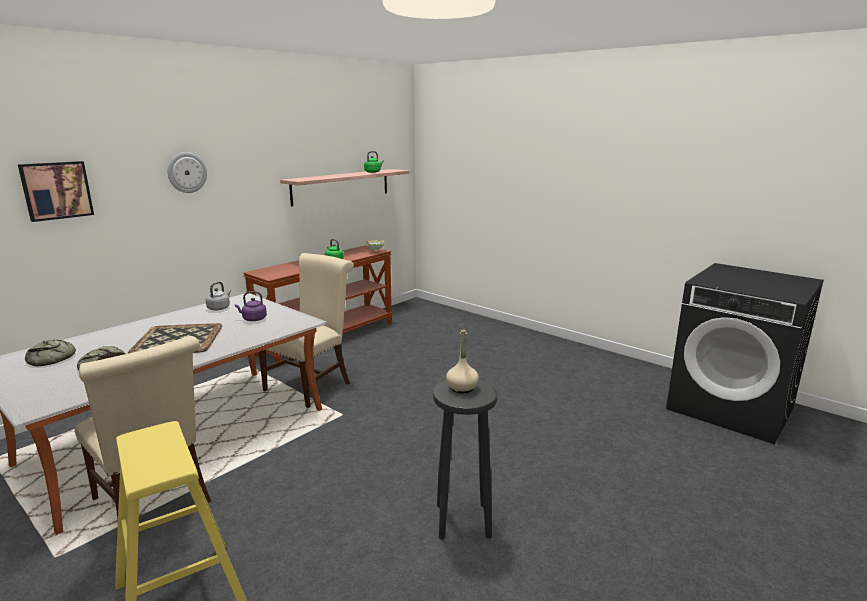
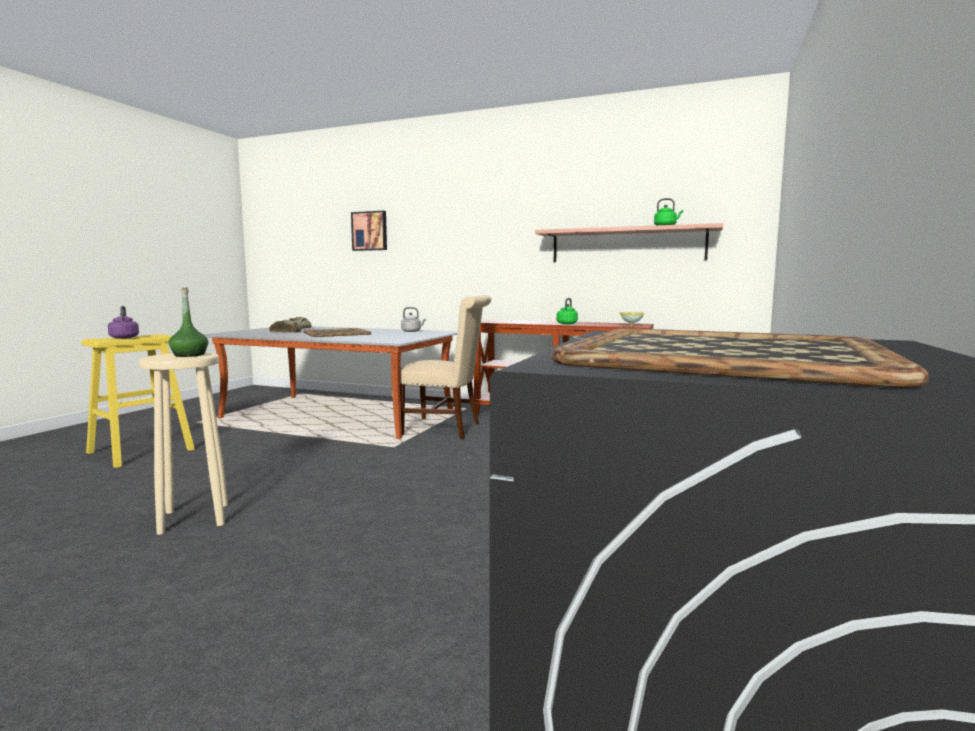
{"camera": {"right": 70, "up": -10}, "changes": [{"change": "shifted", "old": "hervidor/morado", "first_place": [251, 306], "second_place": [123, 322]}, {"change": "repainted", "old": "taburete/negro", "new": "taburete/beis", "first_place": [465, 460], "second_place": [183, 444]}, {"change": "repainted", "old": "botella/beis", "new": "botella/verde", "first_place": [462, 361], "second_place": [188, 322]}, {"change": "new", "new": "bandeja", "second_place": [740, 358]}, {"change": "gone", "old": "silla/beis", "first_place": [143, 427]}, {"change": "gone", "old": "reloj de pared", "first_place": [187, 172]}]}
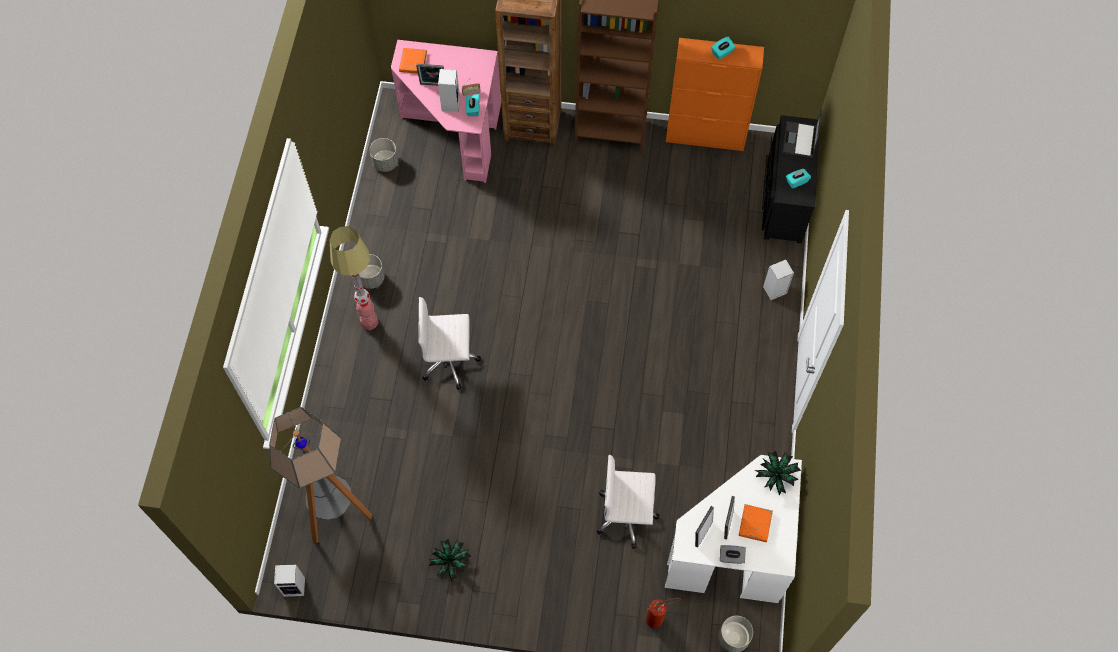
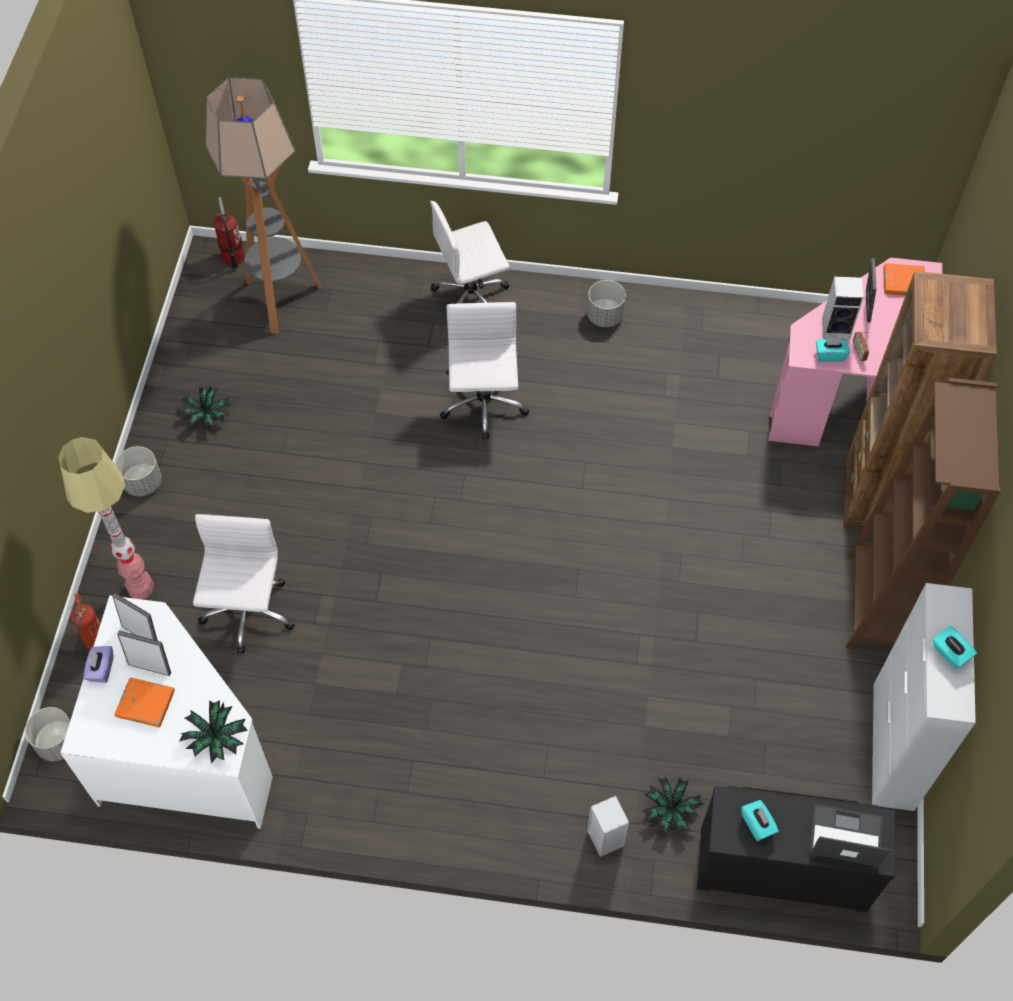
{"camera": {"right": 90, "up": -5}, "changes": [{"change": "shifted", "old": "lámpara de pie", "first_place": [354, 278], "second_place": [106, 518]}, {"change": "repainted", "old": "caja de pañuelos/gris", "new": "caja de pañuelos/morado", "first_place": [733, 554], "second_place": [98, 664]}, {"change": "shifted", "old": "maceta/gris", "first_place": [383, 155], "second_place": [138, 471]}, {"change": "new", "new": "extintor", "second_place": [229, 233]}, {"change": "new", "new": "silla de oficina/blanco", "second_place": [470, 252]}, {"change": "new", "new": "planta en maceta", "second_place": [673, 806]}, {"change": "repainted", "old": "armario/naranja", "new": "armario/blanco", "first_place": [715, 94], "second_place": [924, 697]}, {"change": "gone", "old": "altavoz", "first_place": [289, 581]}]}
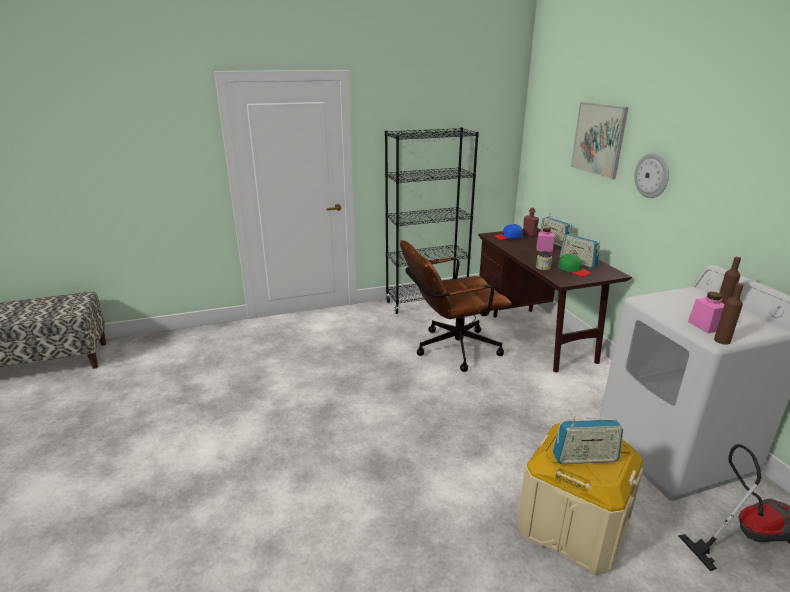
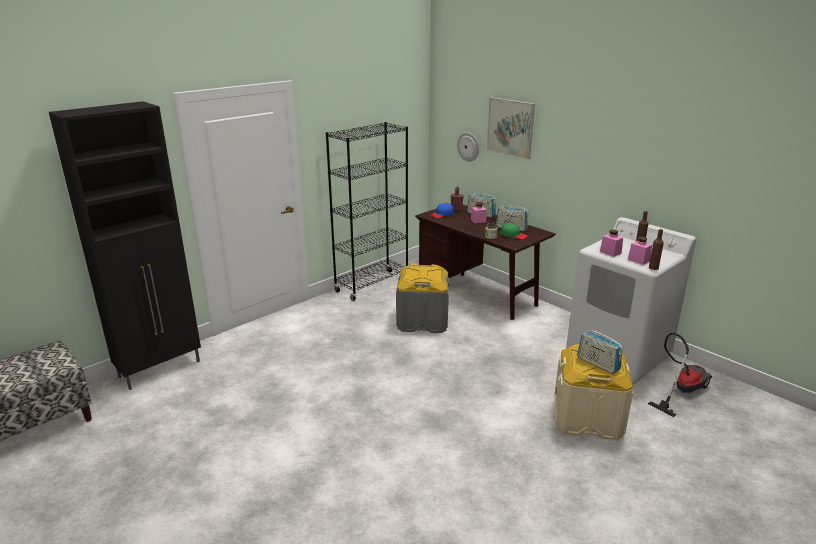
{"camera": {"right": -25, "up": 0}, "changes": [{"change": "new", "new": "armario/negro", "second_place": [125, 245]}, {"change": "swapped", "old": "silla de oficina/marrón", "new": "caja de almacenaje/gris", "first_place": [455, 306], "second_place": [422, 298]}, {"change": "shifted", "old": "reloj de pared", "first_place": [652, 175], "second_place": [468, 147]}, {"change": "rotated", "old": "radio", "first_place": [588, 440], "second_place": [600, 351], "degrees": 75}, {"change": "new", "new": "tarro/rosa", "second_place": [611, 243]}]}
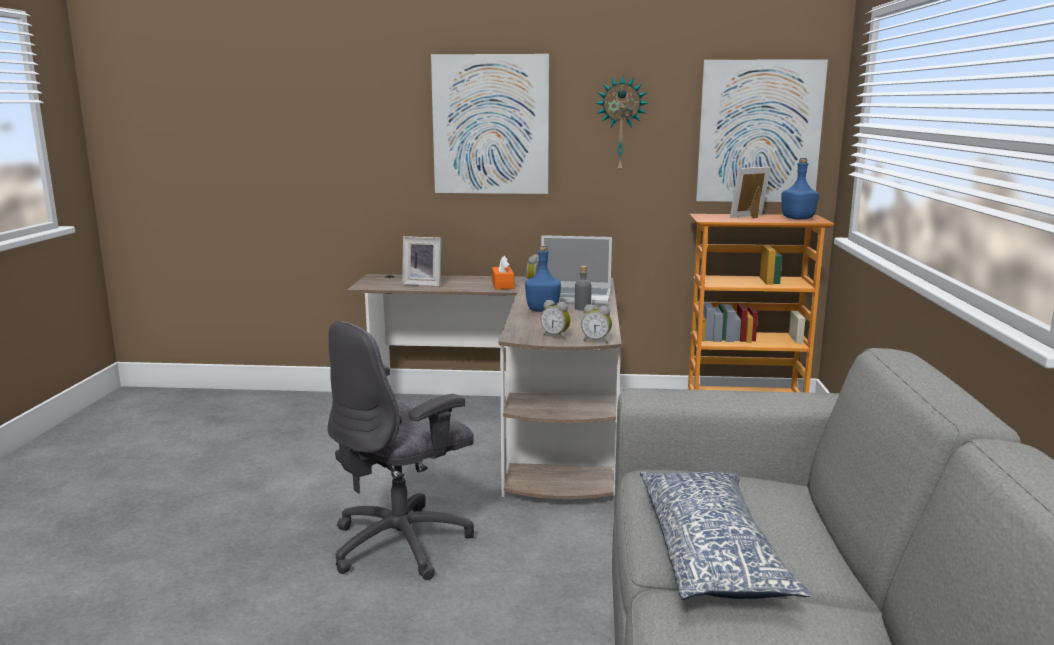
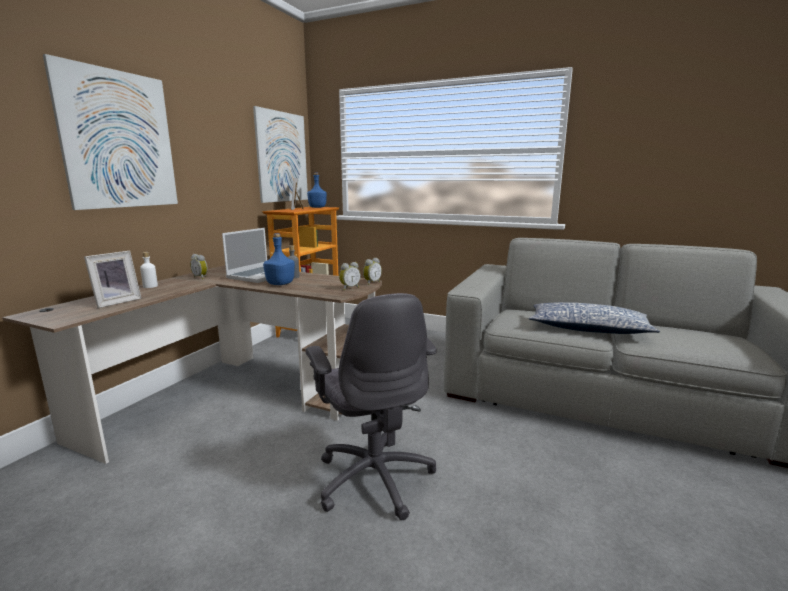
{"camera": {"right": -70, "up": 0}, "changes": [{"change": "new", "new": "botella/blanco", "second_place": [149, 270]}, {"change": "gone", "old": "caja de pañuelos/naranja", "first_place": [503, 273]}, {"change": "gone", "old": "reloj de pared", "first_place": [622, 125]}]}
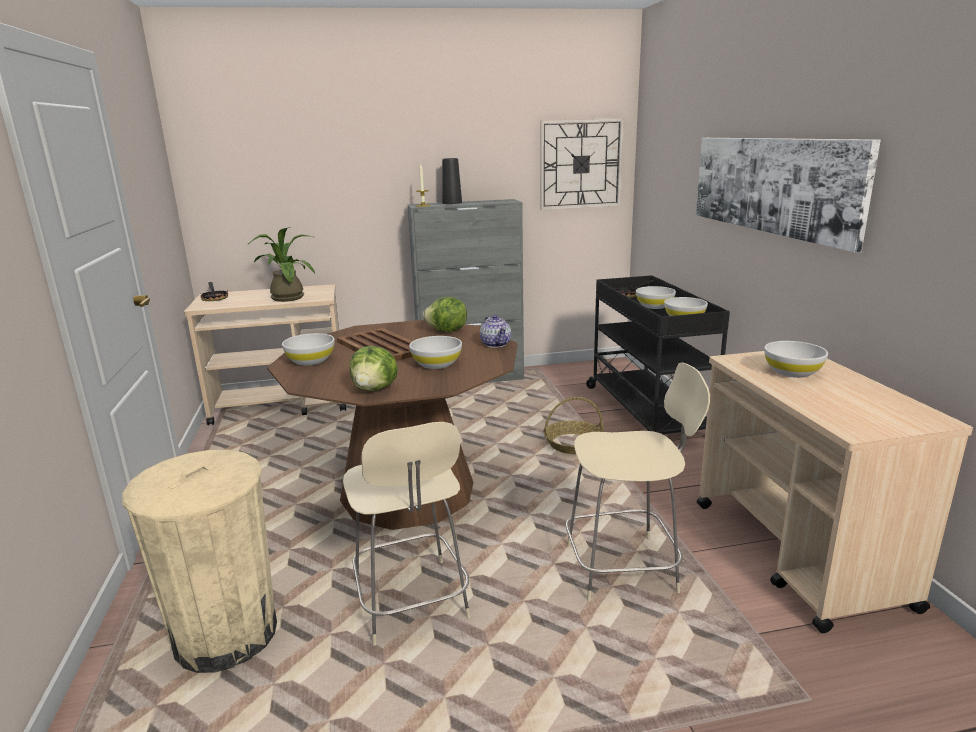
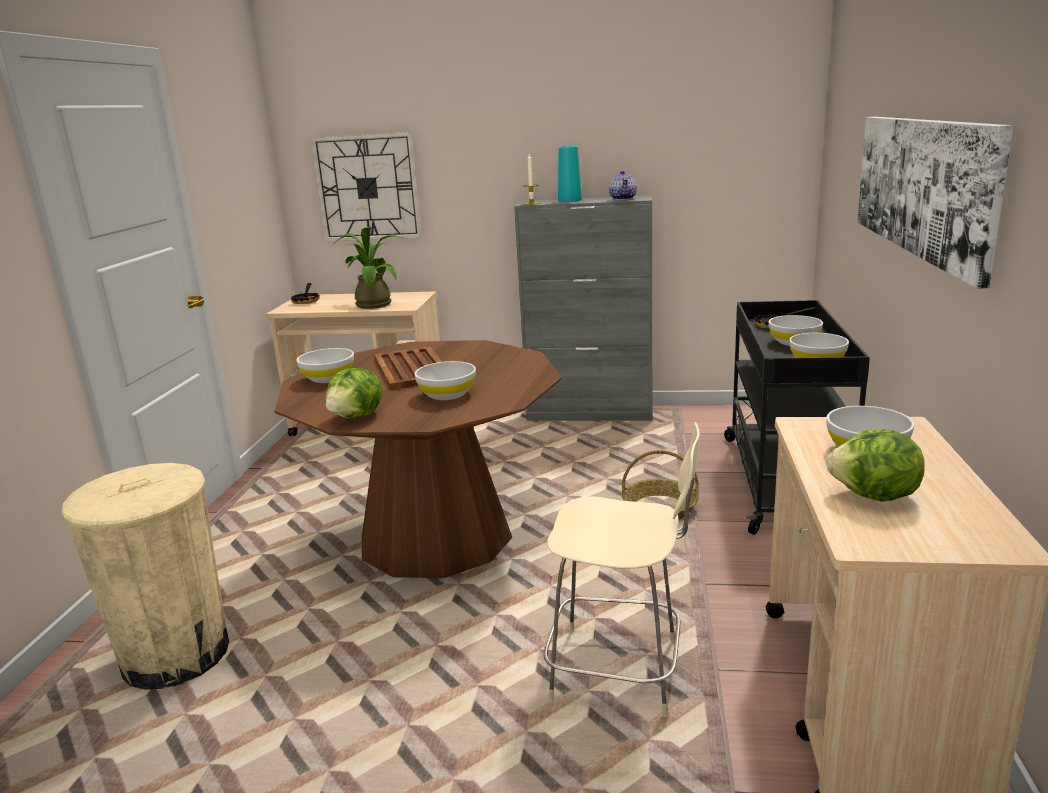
{"camera": {"right": 20, "up": 0}, "changes": [{"change": "shifted", "old": "reloj de pared", "first_place": [582, 164], "second_place": [366, 186]}, {"change": "repainted", "old": "florero/negro", "new": "florero/turquesa", "first_place": [452, 181], "second_place": [570, 174]}, {"change": "shifted", "old": "tetera", "first_place": [495, 331], "second_place": [623, 185]}, {"change": "shifted", "old": "lechuga", "first_place": [445, 314], "second_place": [875, 465]}, {"change": "gone", "old": "silla/beis", "first_place": [407, 534]}]}
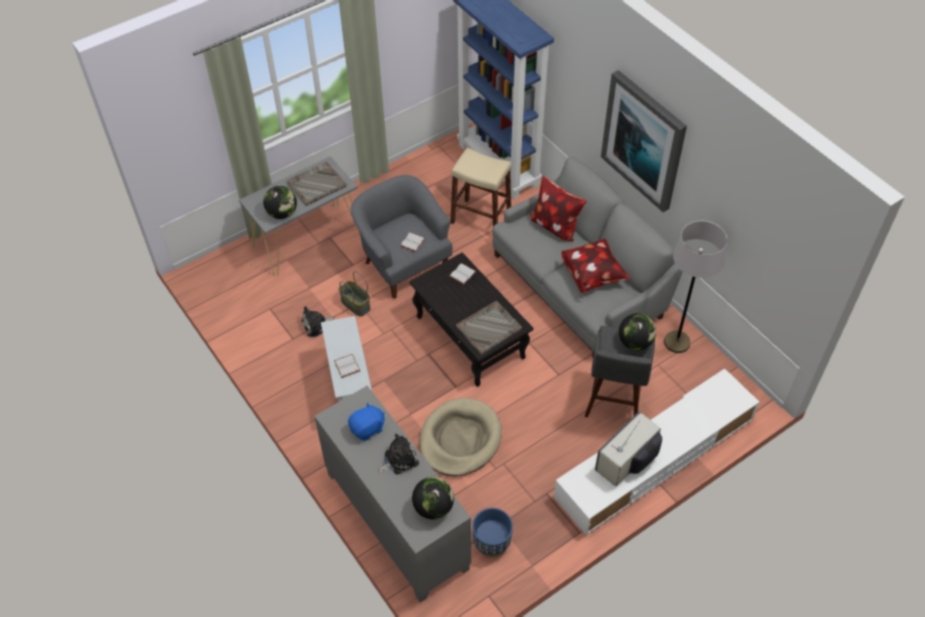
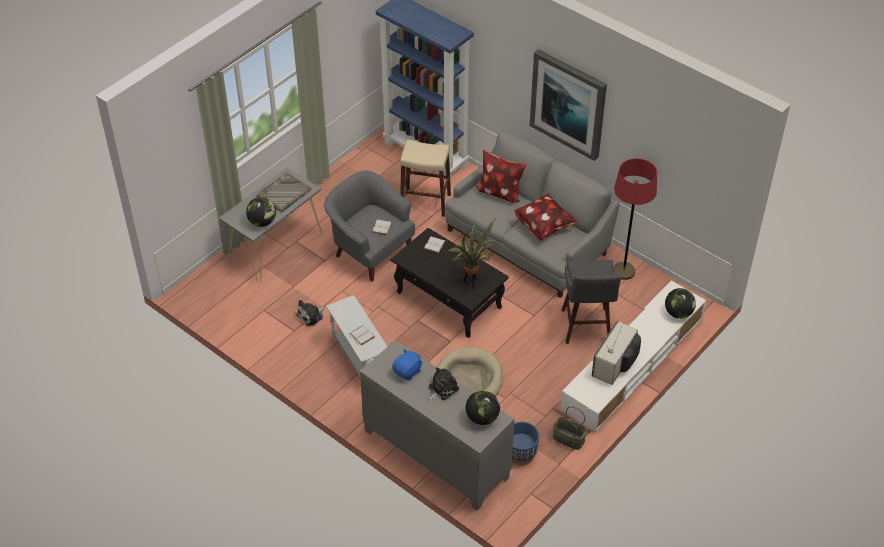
{"camera": {"right": -15, "up": -5}, "changes": [{"change": "swapped", "old": "bandeja/gris", "new": "planta en maceta", "first_place": [489, 328], "second_place": [473, 252]}, {"change": "shifted", "old": "cesta", "first_place": [355, 294], "second_place": [570, 428]}, {"change": "repainted", "old": "lámpara de pie/gris", "new": "lámpara de pie/rojo", "first_place": [695, 287], "second_place": [635, 219]}, {"change": "shifted", "old": "globo terráqueo", "first_place": [637, 331], "second_place": [680, 303]}]}
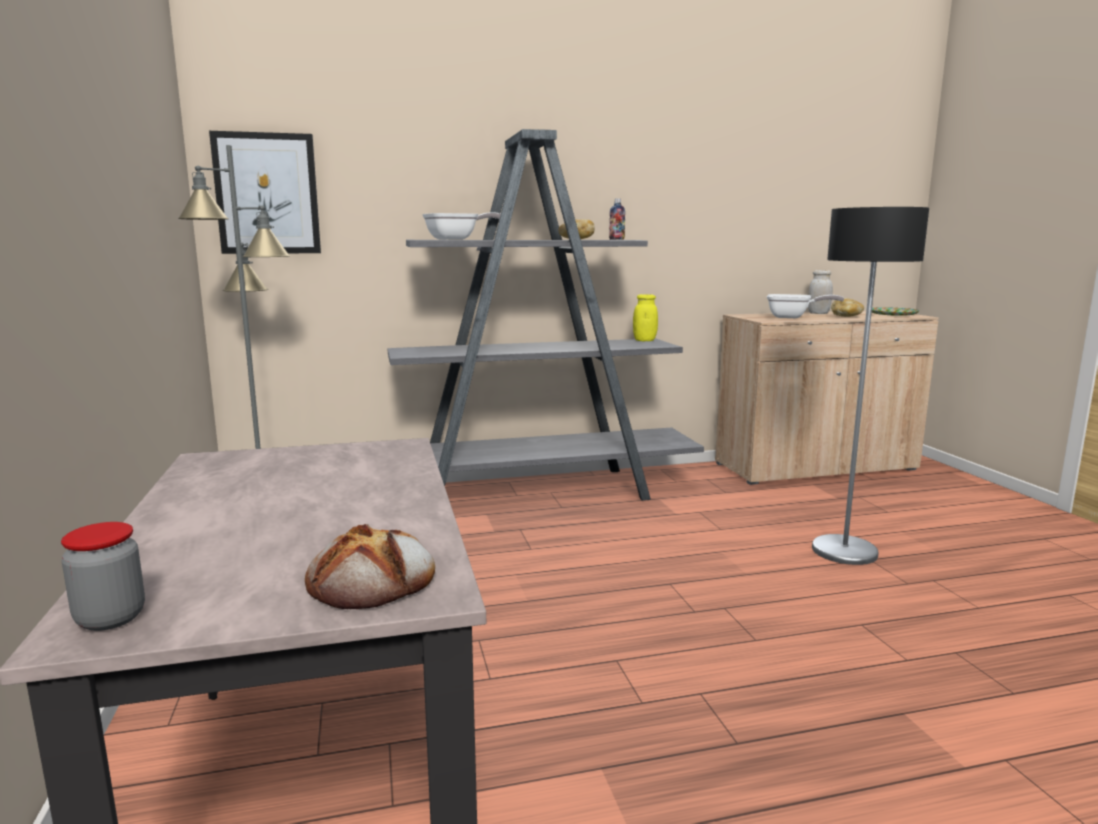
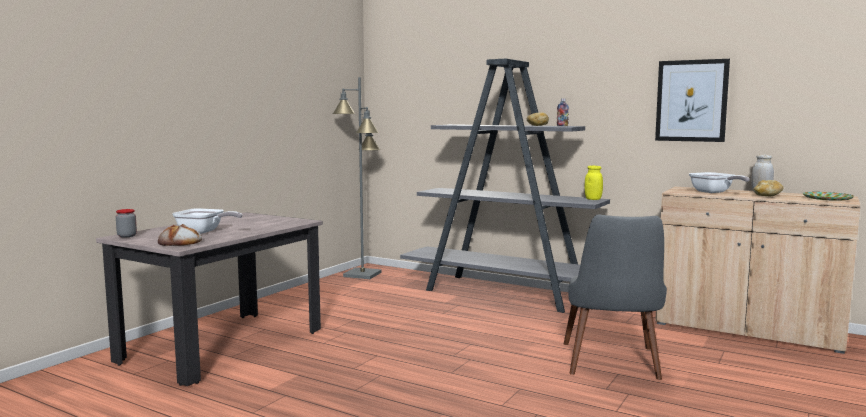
{"camera": {"right": 45, "up": -5}, "changes": [{"change": "shifted", "old": "sartén", "first_place": [461, 225], "second_place": [207, 221]}, {"change": "swapped", "old": "lámpara de pie", "new": "silla/gris", "first_place": [870, 386], "second_place": [615, 297]}, {"change": "shifted", "old": "cuadro", "first_place": [265, 192], "second_place": [692, 100]}]}
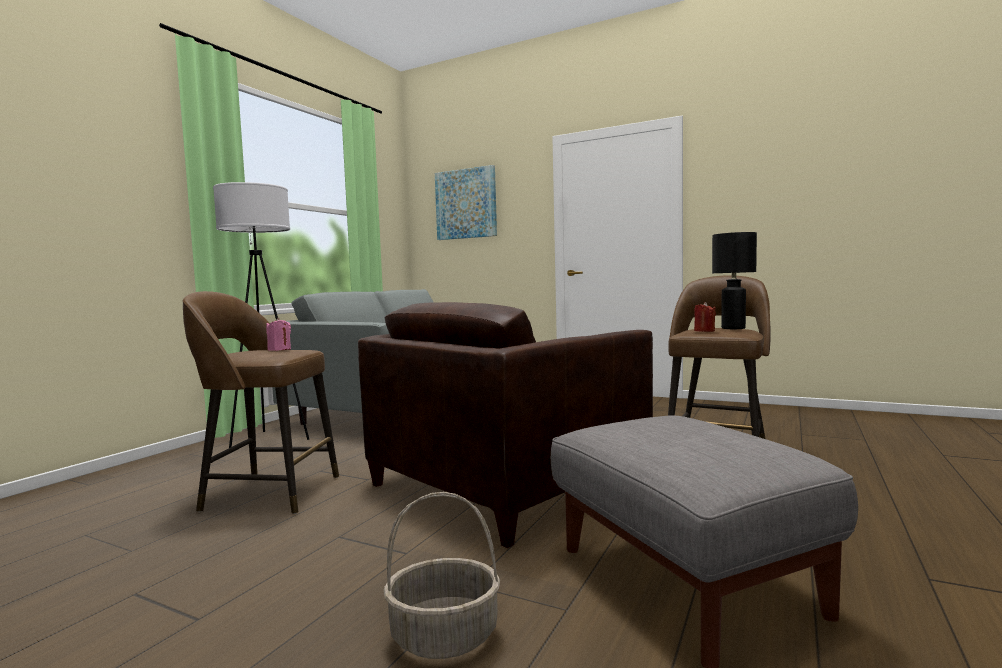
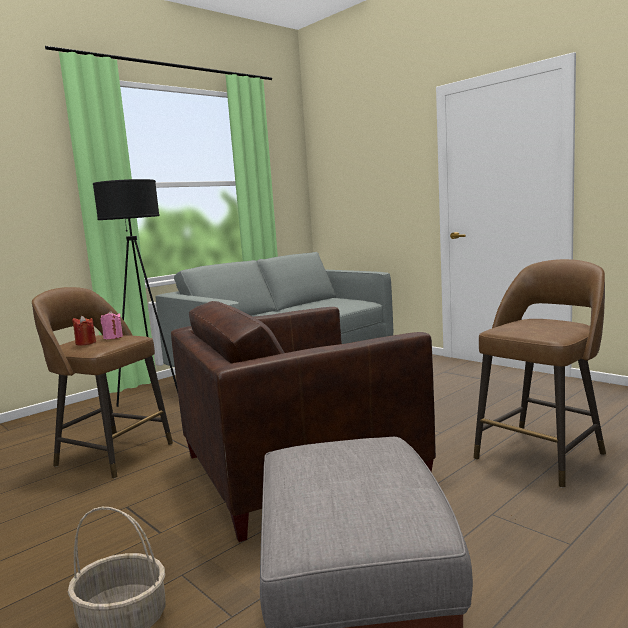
{"camera": {"right": 20, "up": 5}, "changes": [{"change": "shifted", "old": "vela/rojo", "first_place": [705, 317], "second_place": [84, 330]}, {"change": "repainted", "old": "lámpara de pie/blanco", "new": "lámpara de pie/negro", "first_place": [261, 315], "second_place": [135, 293]}, {"change": "gone", "old": "cuadro", "first_place": [466, 202]}, {"change": "gone", "old": "lámpara de mesa/negro", "first_place": [734, 280]}]}
